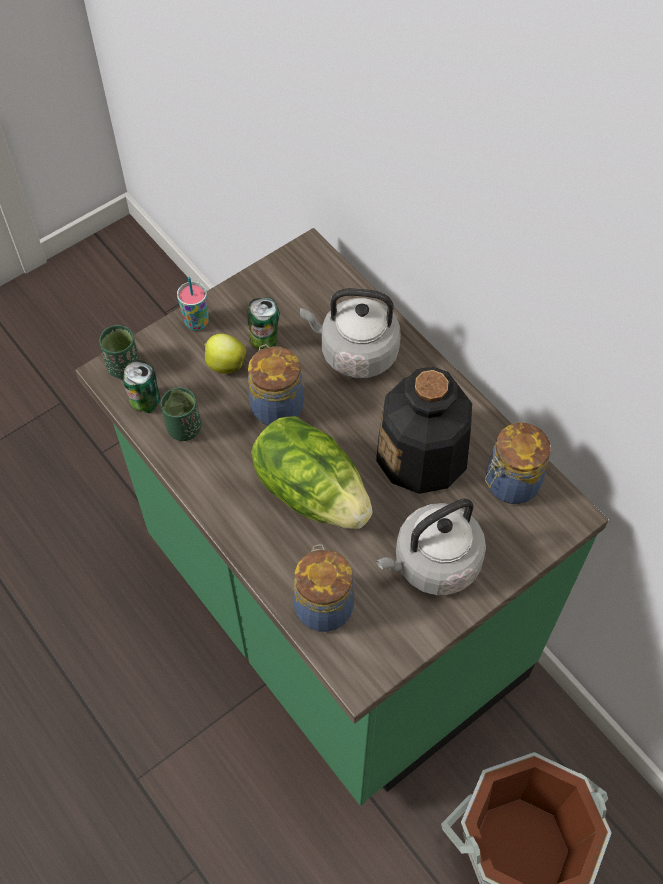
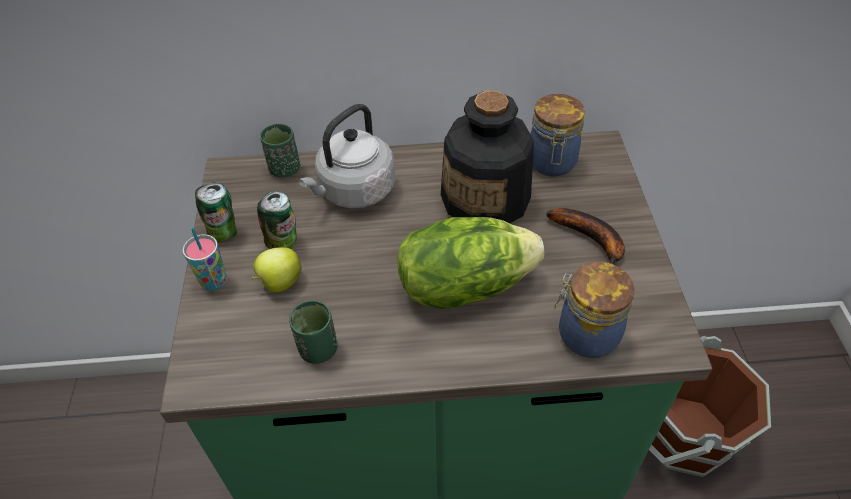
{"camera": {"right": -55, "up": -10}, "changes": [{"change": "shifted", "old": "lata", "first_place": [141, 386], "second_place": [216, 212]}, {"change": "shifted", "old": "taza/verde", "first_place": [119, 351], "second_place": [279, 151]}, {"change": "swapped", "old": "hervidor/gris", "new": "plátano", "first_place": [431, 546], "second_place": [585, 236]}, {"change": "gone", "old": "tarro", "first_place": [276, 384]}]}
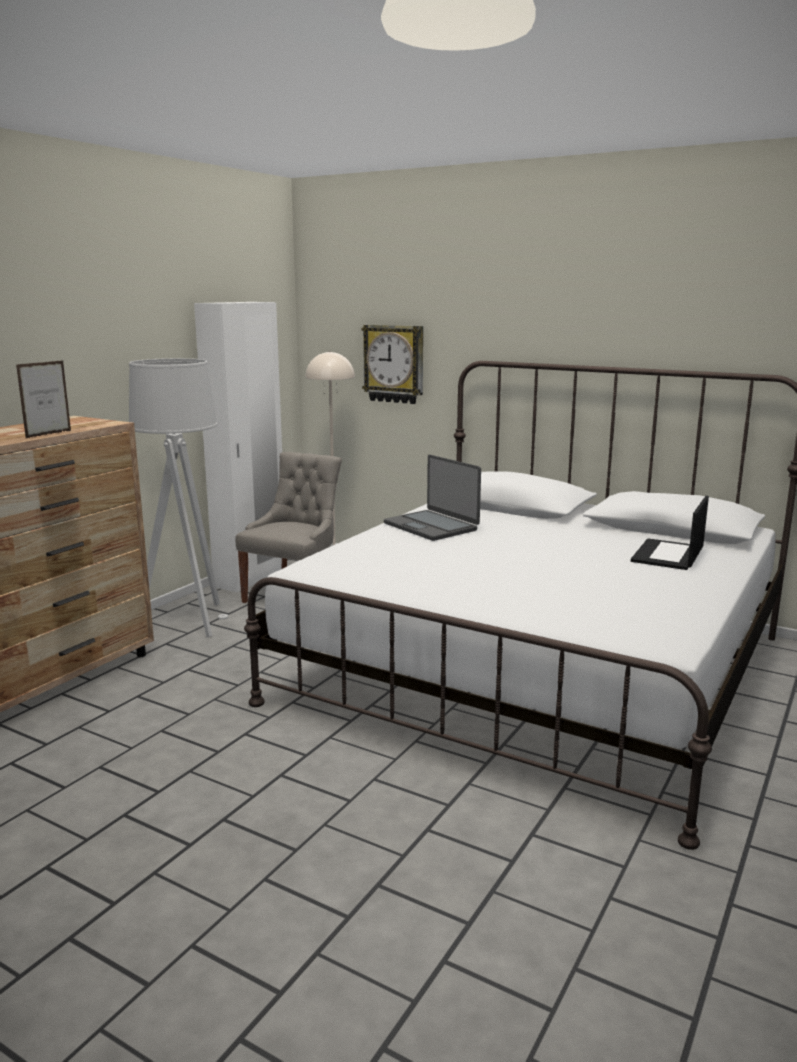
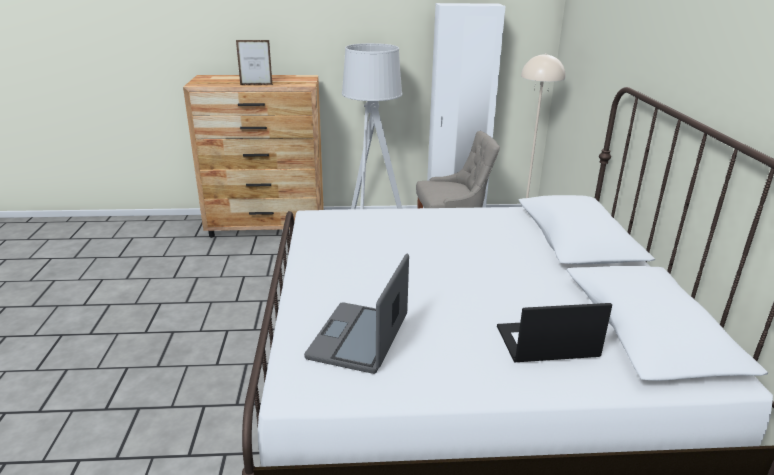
{"camera": {"right": 55, "up": 10}, "changes": [{"change": "shifted", "old": "portátil", "first_place": [432, 498], "second_place": [356, 313]}, {"change": "gone", "old": "reloj de pared", "first_place": [392, 364]}]}
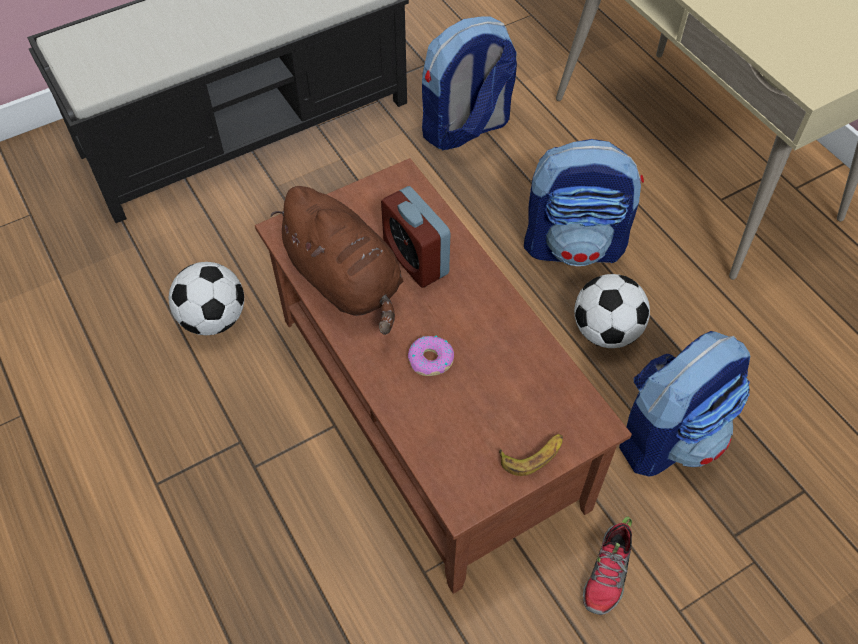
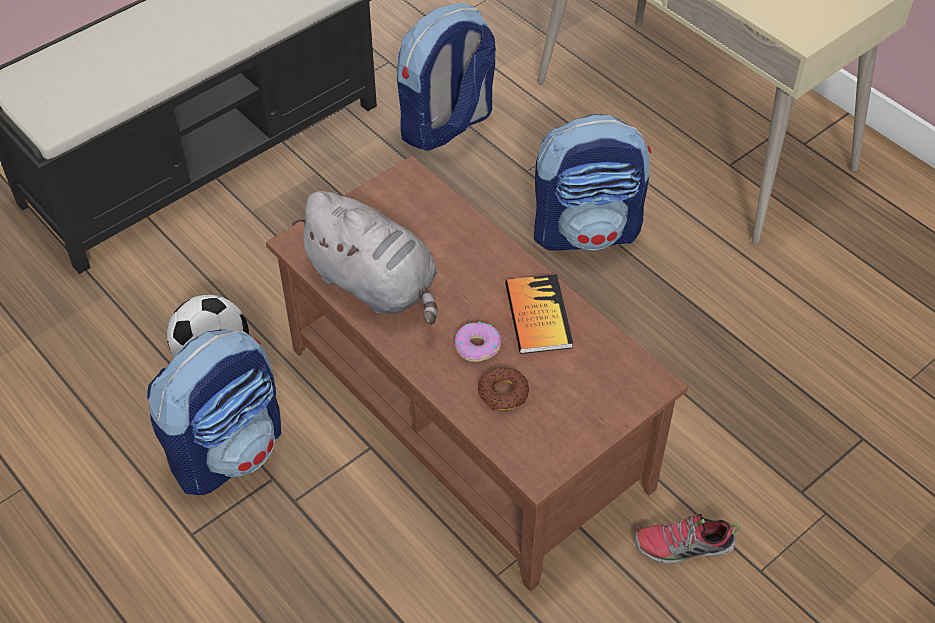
{"camera": {"right": -10, "up": -5}, "changes": [{"change": "shifted", "old": "mochila", "first_place": [684, 403], "second_place": [214, 412]}, {"change": "repainted", "old": "peluche/marrón", "new": "peluche/gris", "first_place": [336, 260], "second_place": [365, 258]}, {"change": "new", "new": "rosquilla", "second_place": [503, 388]}, {"change": "new", "new": "libro", "second_place": [539, 314]}, {"change": "rotated", "old": "zapato", "first_place": [607, 565], "second_place": [687, 537], "degrees": 75}, {"change": "gone", "old": "despertador", "first_place": [415, 237]}, {"change": "gone", "old": "plátano", "first_place": [531, 455]}, {"change": "gone", "old": "balón de fútbol", "first_place": [612, 311]}]}
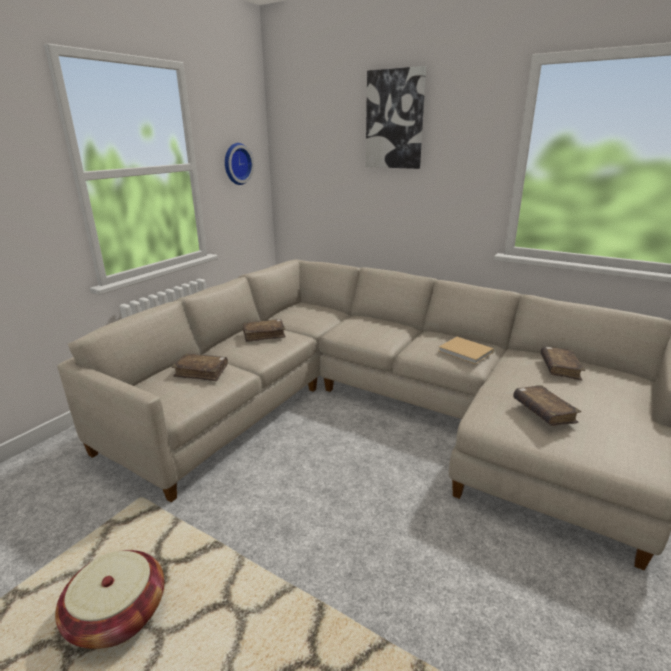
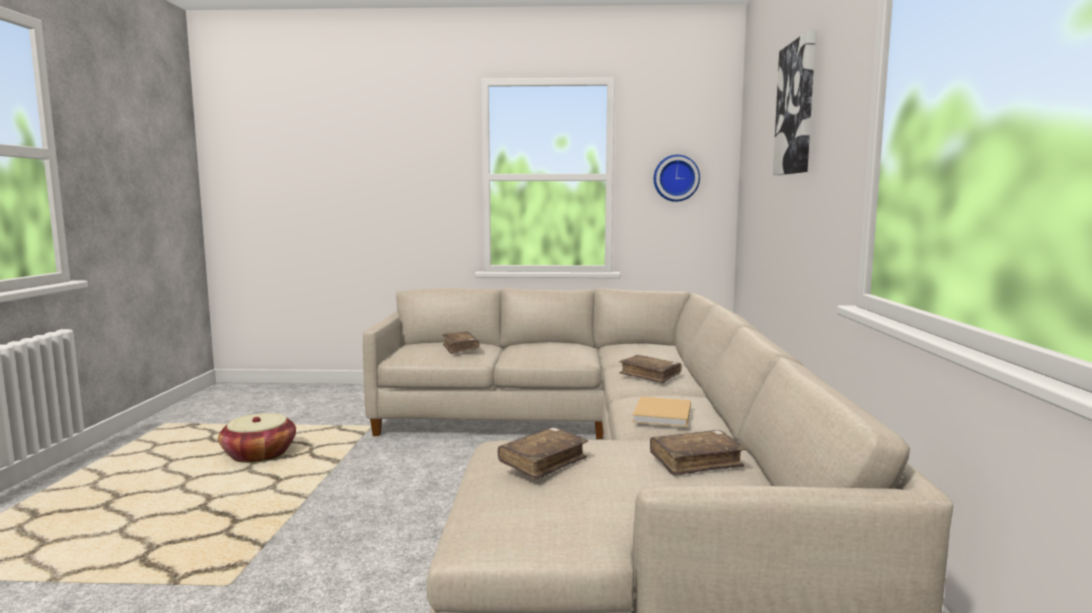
{"camera": {"right": 60, "up": -15}, "changes": [{"change": "shifted", "old": "libro/marrón", "first_place": [264, 330], "second_place": [650, 369]}]}
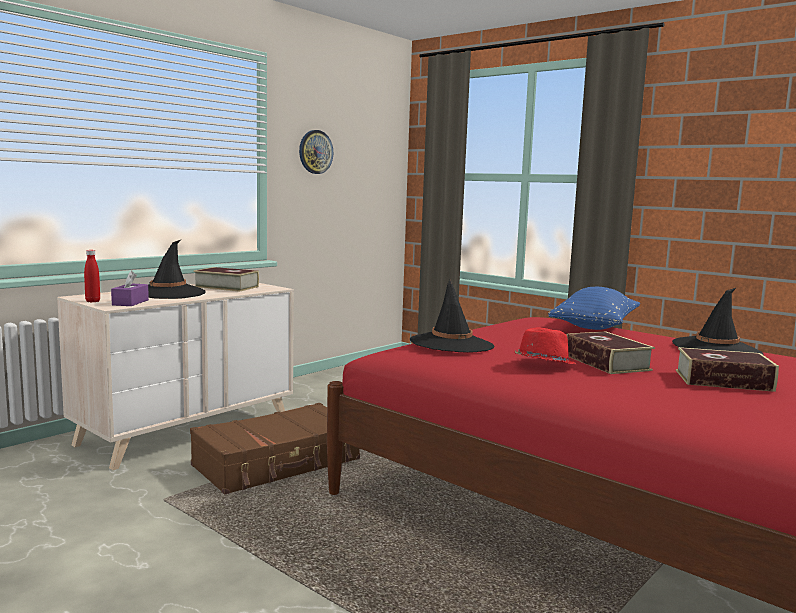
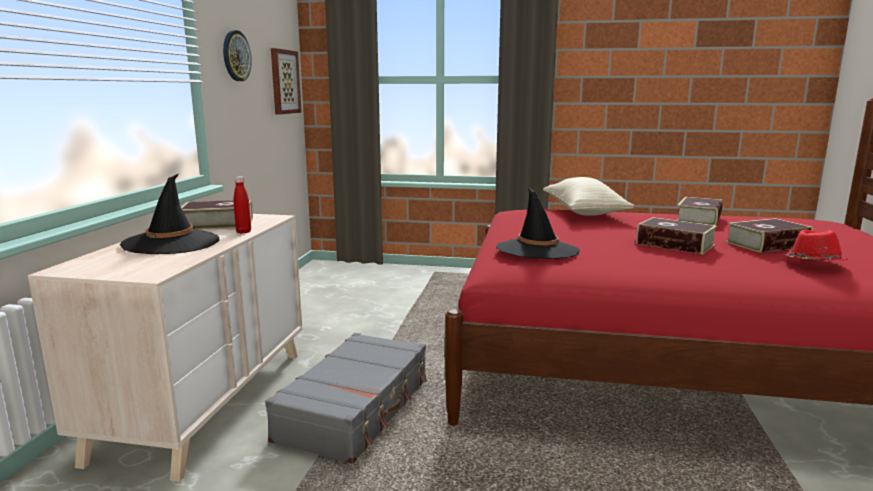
{"camera": {"right": -30, "up": 5}, "changes": [{"change": "shifted", "old": "botella/rojo", "first_place": [92, 276], "second_place": [242, 204]}, {"change": "repainted", "old": "maleta/marrón", "new": "maleta/gris", "first_place": [275, 448], "second_place": [346, 398]}, {"change": "new", "new": "cuadro", "second_place": [286, 81]}, {"change": "repainted", "old": "cojín/azul", "new": "cojín/beis", "first_place": [594, 308], "second_place": [588, 196]}, {"change": "swapped", "old": "sombrero/negro", "new": "libro", "first_place": [718, 321], "second_place": [700, 211]}, {"change": "shifted", "old": "sombrero/rojo", "first_place": [545, 346], "second_place": [816, 245]}, {"change": "gone", "old": "caja de pañuelos/morado", "first_place": [130, 288]}]}
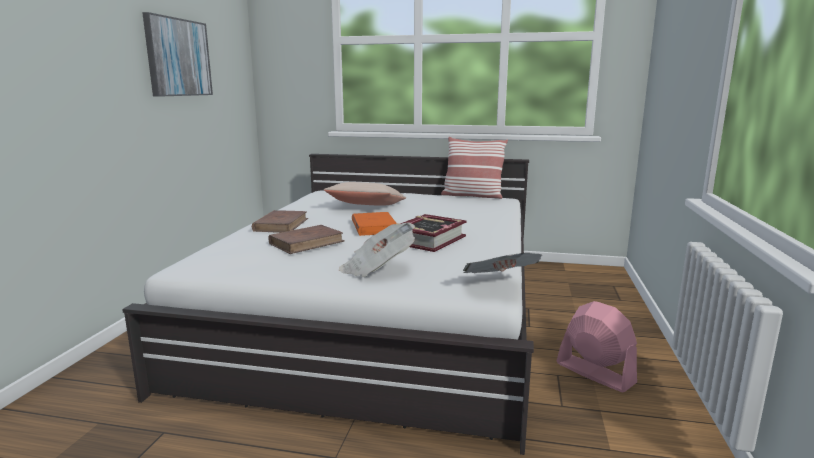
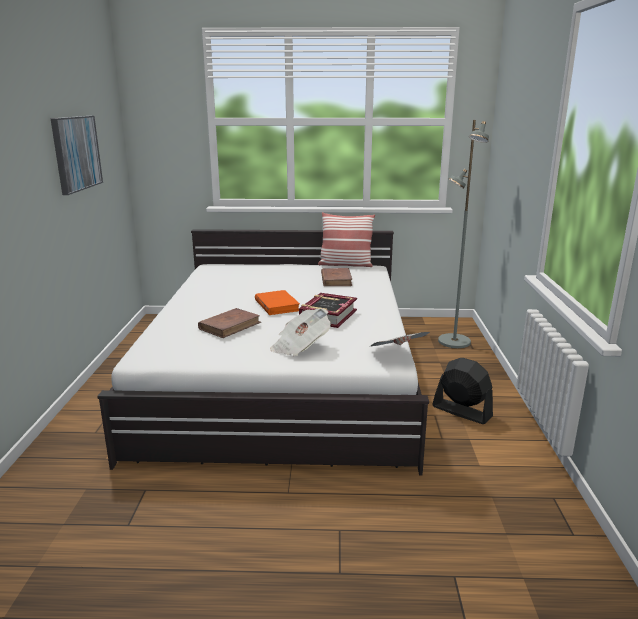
{"camera": {"right": -10, "up": 5}, "changes": [{"change": "shifted", "old": "libro/marrón", "first_place": [280, 221], "second_place": [336, 277]}, {"change": "repainted", "old": "ventilador/rosa", "new": "ventilador/negro", "first_place": [597, 346], "second_place": [462, 391]}, {"change": "new", "new": "lámpara de pie/gris", "second_place": [463, 234]}, {"change": "gone", "old": "cojín/beis", "first_place": [365, 194]}]}
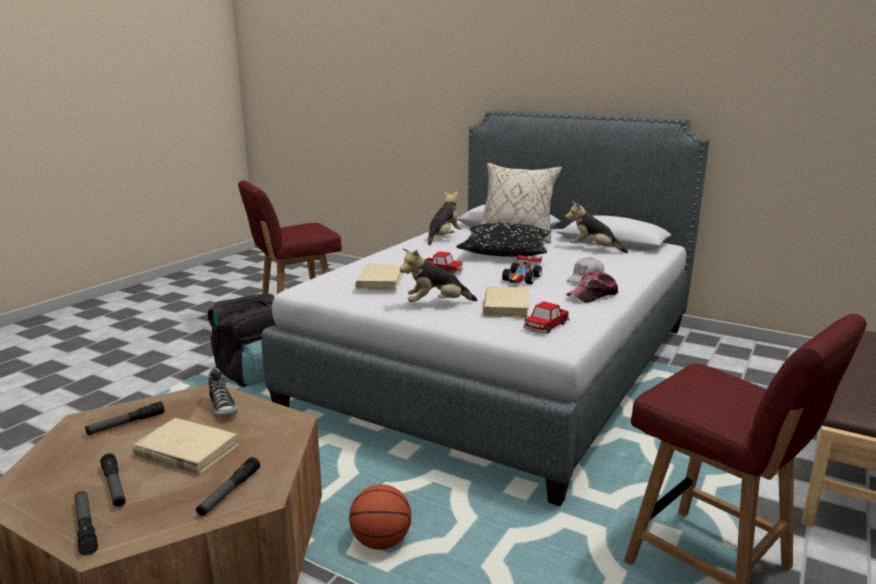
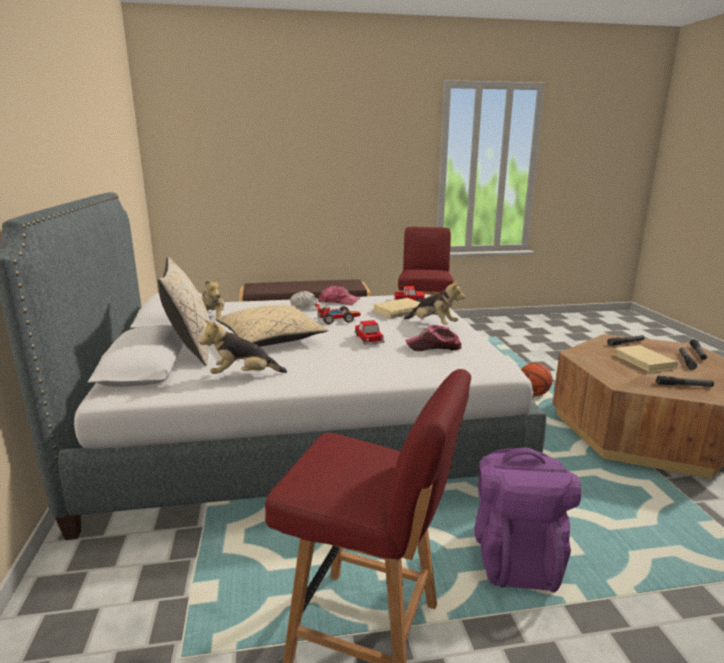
{"camera": {"right": -130, "up": 0}, "changes": [{"change": "repainted", "old": "cojín/negro", "new": "cojín/beis", "first_place": [503, 240], "second_place": [271, 326]}, {"change": "swapped", "old": "libro/beis", "new": "gorra", "first_place": [379, 277], "second_place": [433, 338]}, {"change": "repainted", "old": "mochila/negro", "new": "mochila/morado", "first_place": [242, 340], "second_place": [527, 519]}, {"change": "gone", "old": "zapato", "first_place": [223, 393]}]}
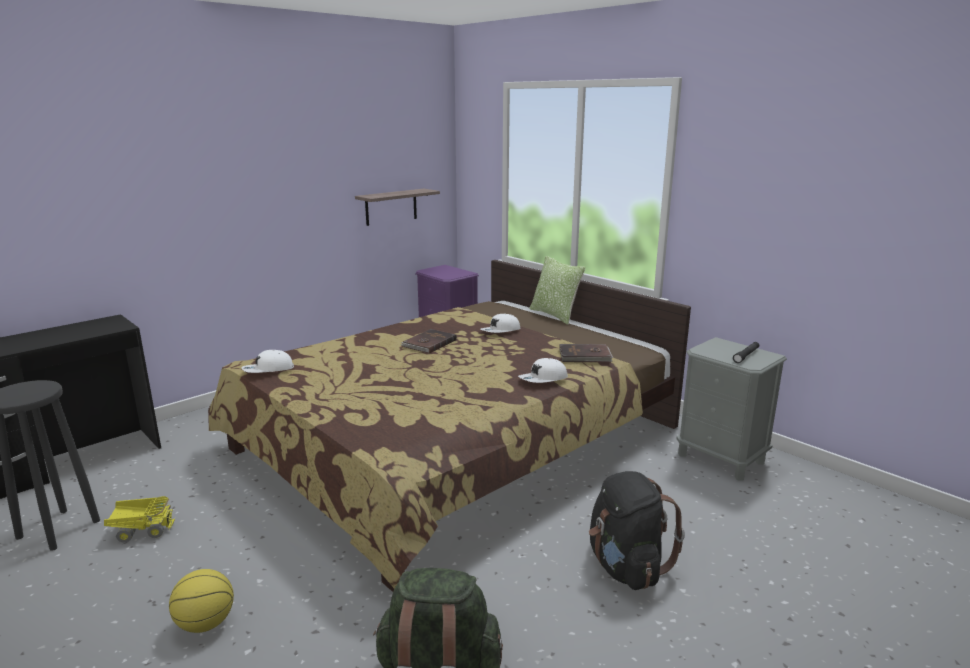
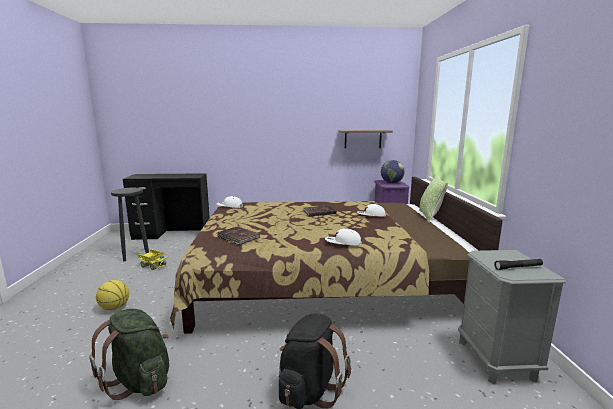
{"camera": {"right": 40, "up": -5}, "changes": [{"change": "shifted", "old": "libro/marrón", "first_place": [586, 353], "second_place": [238, 235]}, {"change": "new", "new": "globo terráqueo", "second_place": [393, 171]}]}
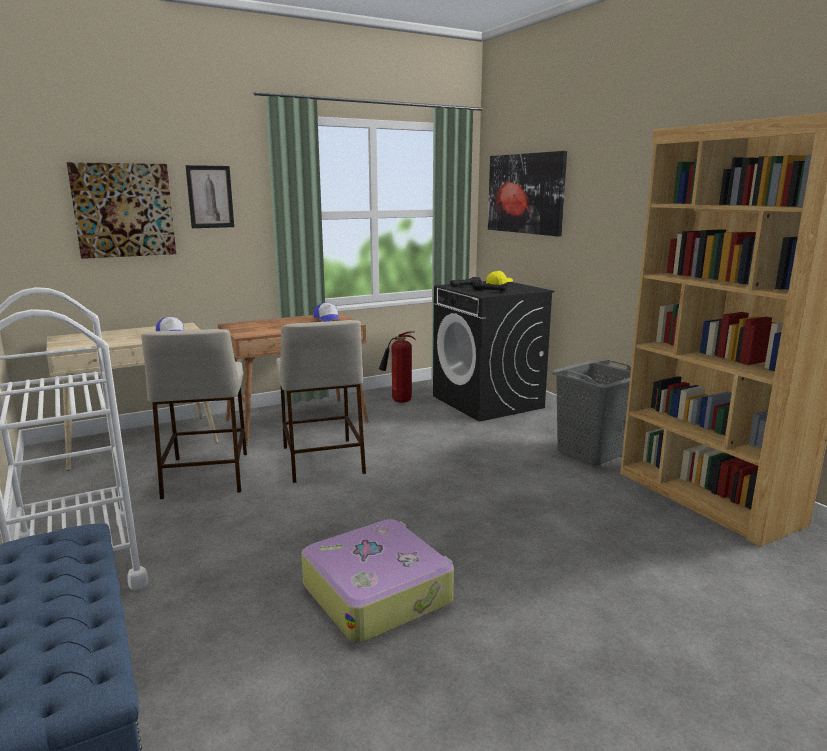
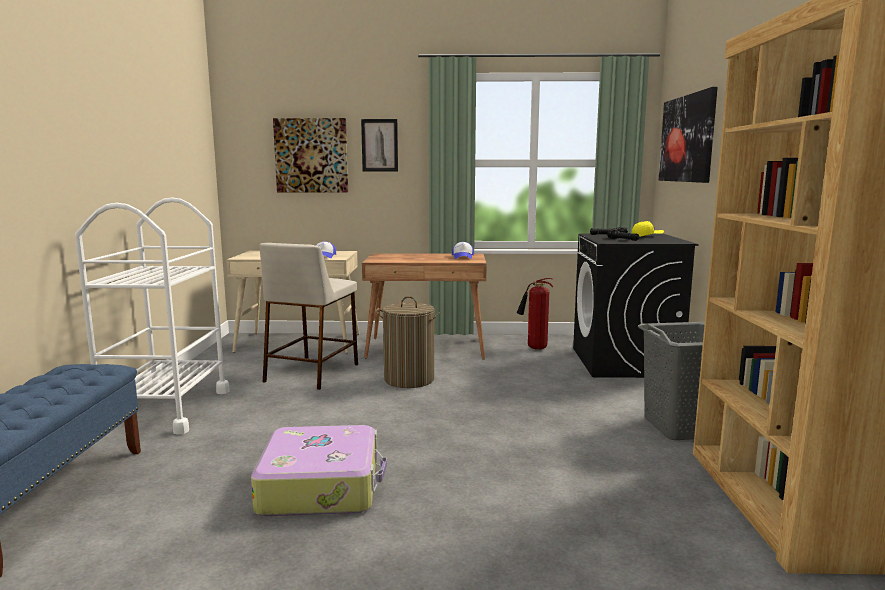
{"camera": {"right": 30, "up": -5}, "changes": [{"change": "swapped", "old": "taburete/beis", "new": "cesto de la ropa", "first_place": [321, 401], "second_place": [408, 342]}]}
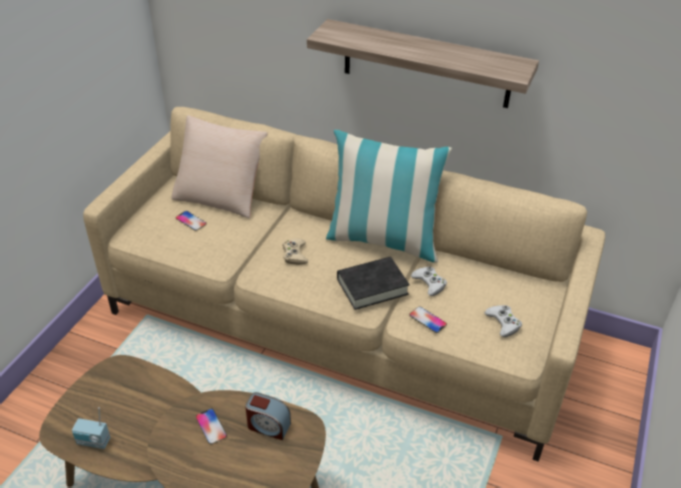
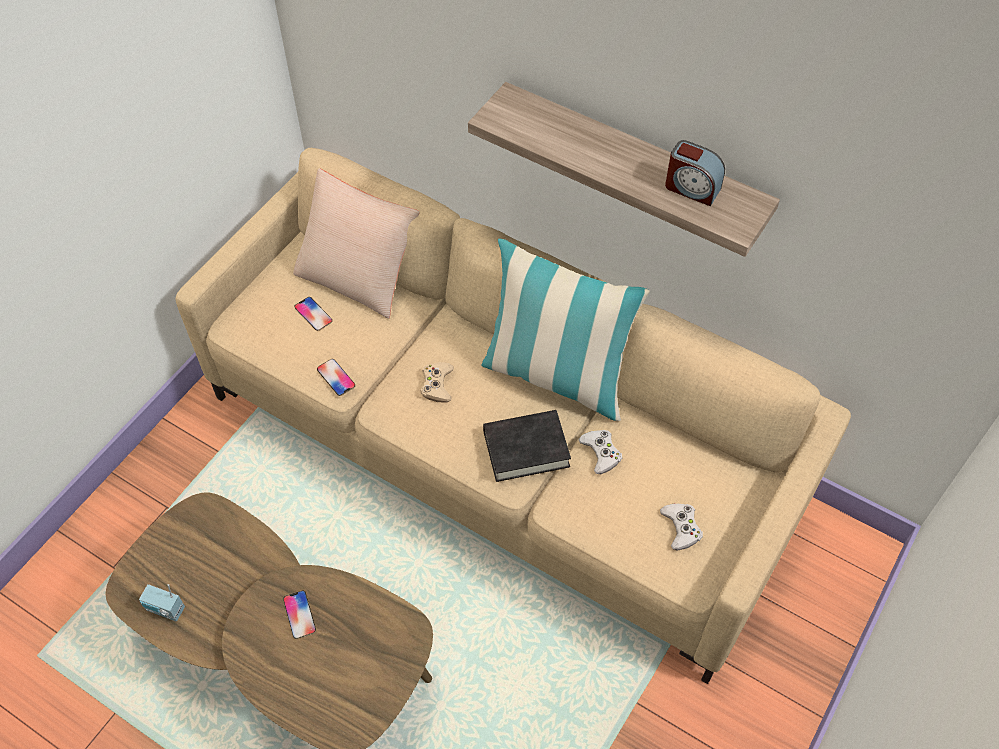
{"camera": {"right": 10, "up": 15}, "changes": [{"change": "shifted", "old": "móvil", "first_place": [428, 319], "second_place": [336, 377]}, {"change": "shifted", "old": "despertador", "first_place": [268, 416], "second_place": [695, 173]}]}
